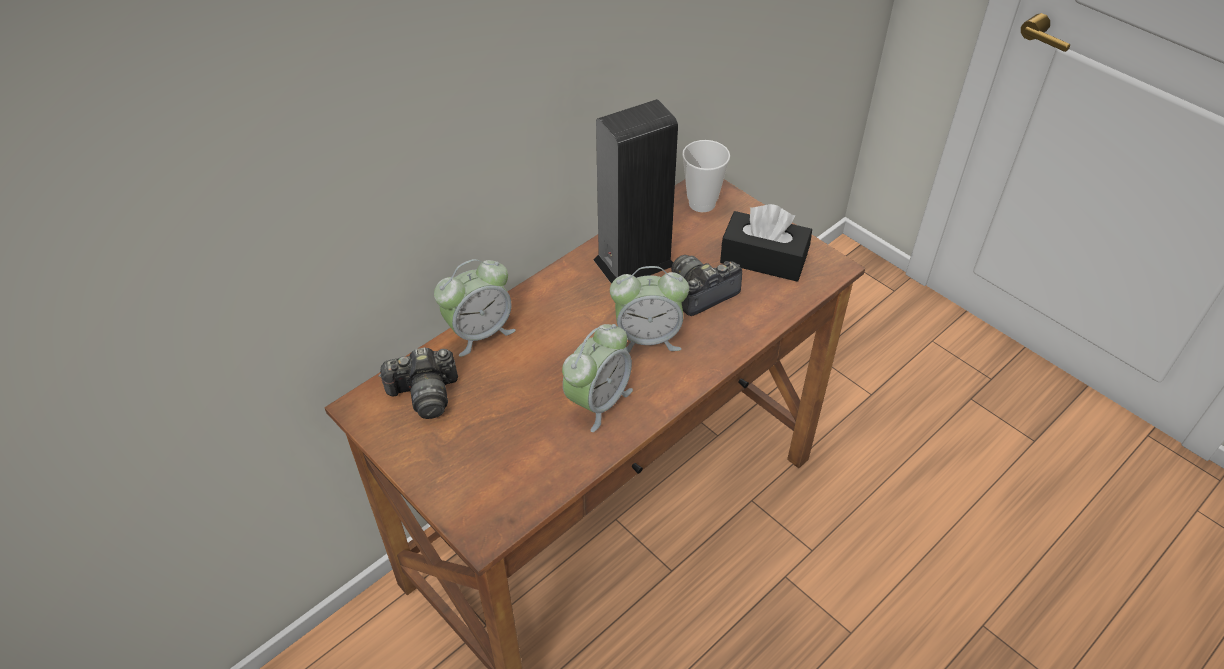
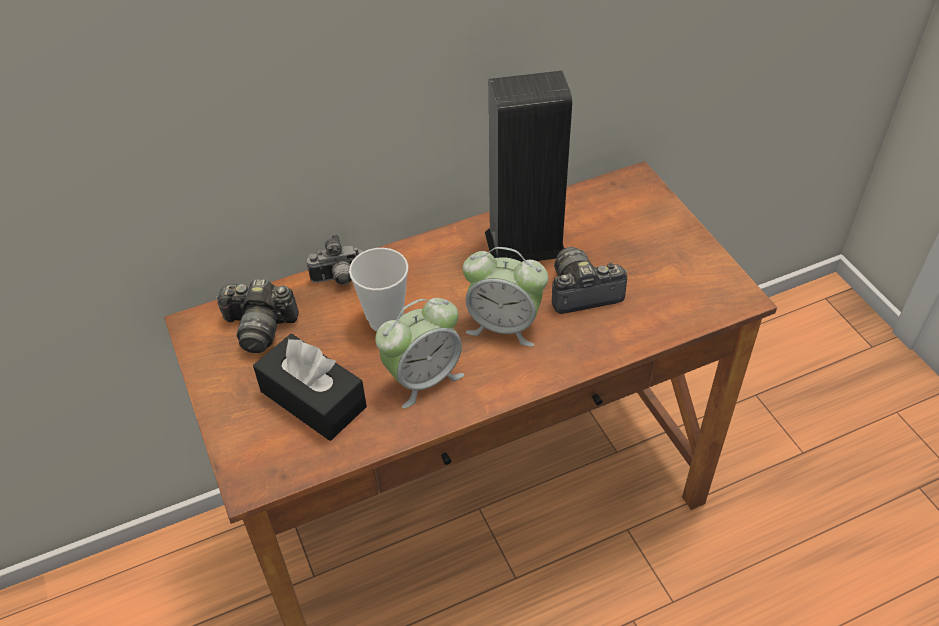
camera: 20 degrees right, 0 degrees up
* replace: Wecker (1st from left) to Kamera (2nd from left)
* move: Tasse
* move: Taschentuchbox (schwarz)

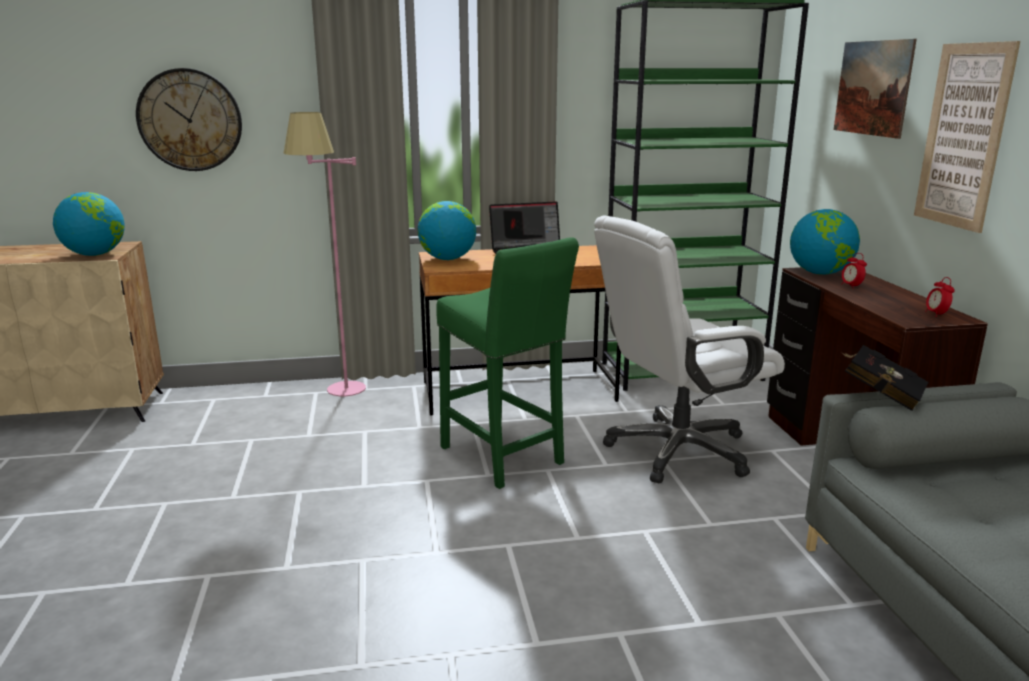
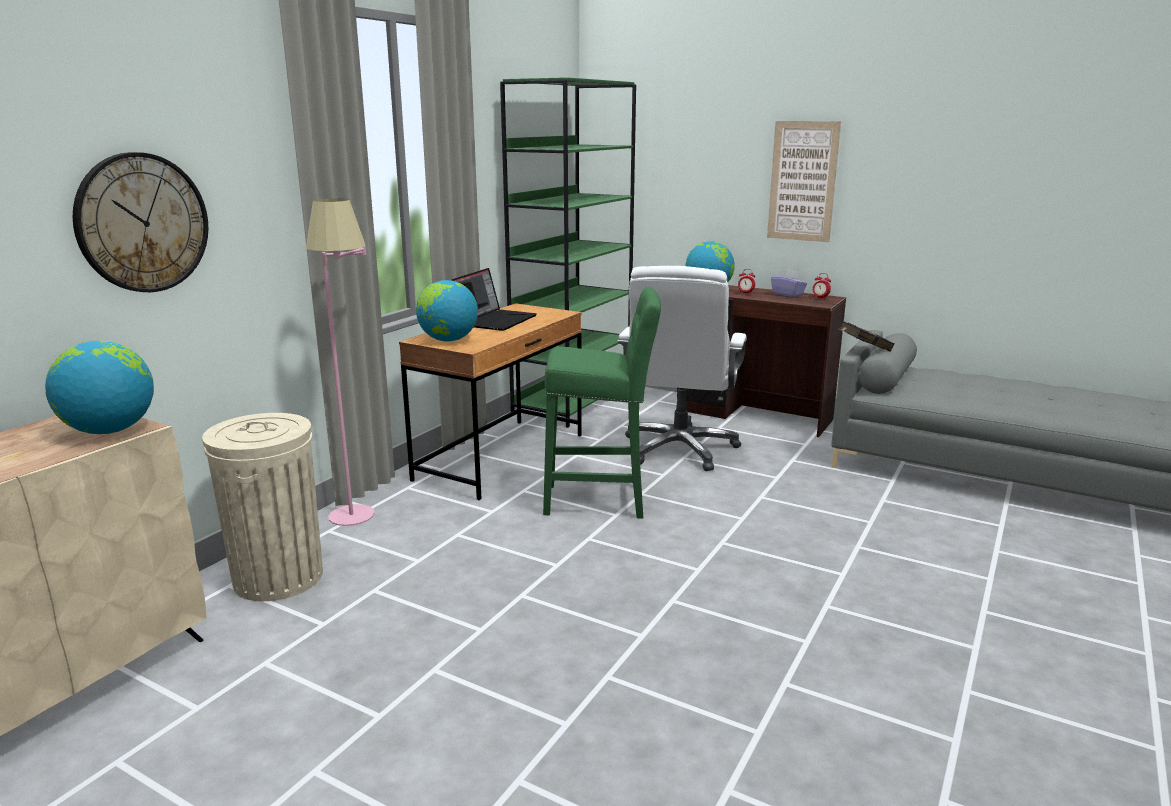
camera: 50 degrees left, 0 degrees up
* delete: Bild (1st from left)
* insert: Mülleimer (beige)
* insert: Taschentuchbox (lila)

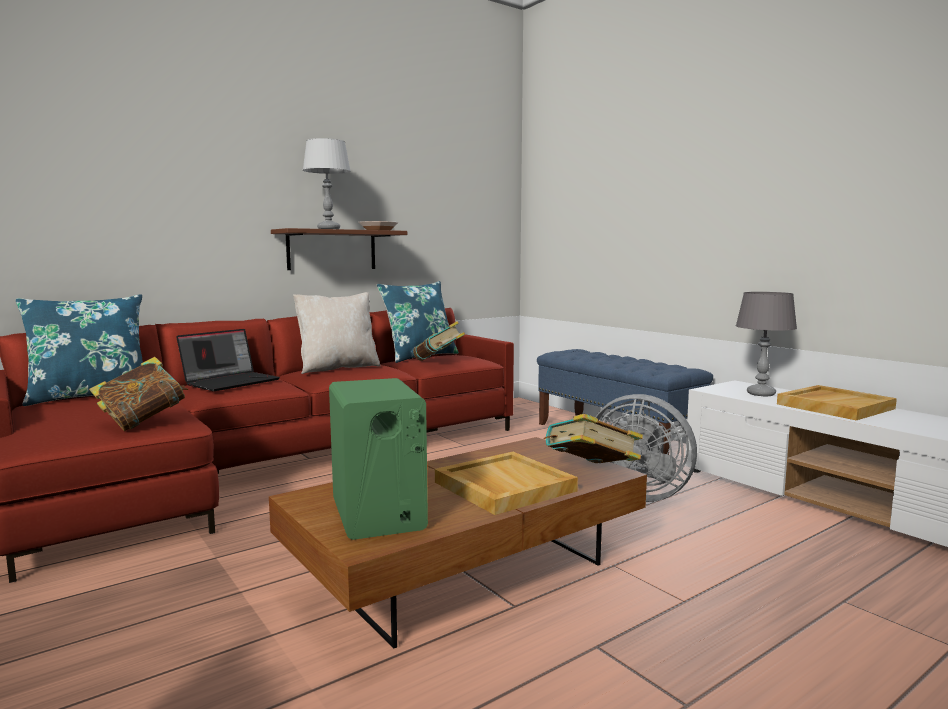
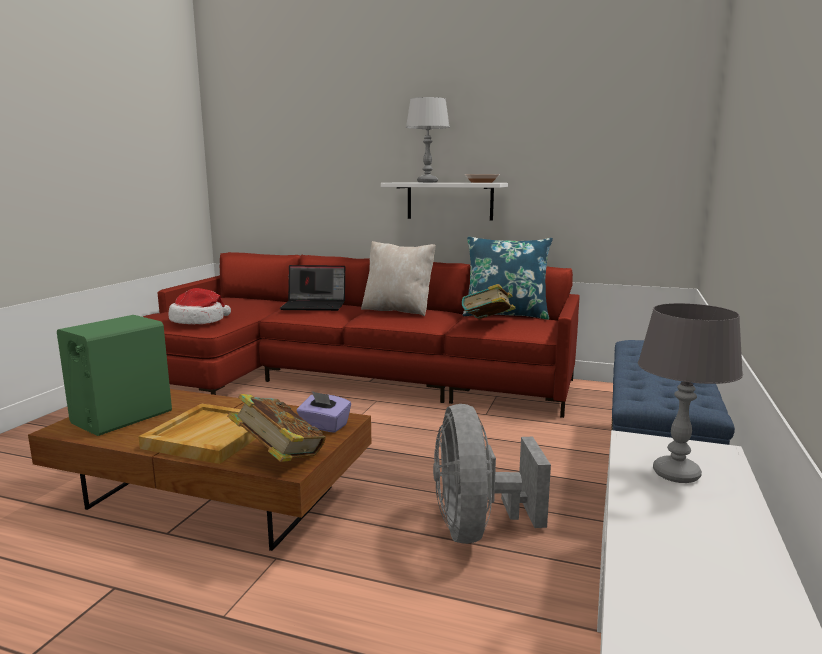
camera: 55 degrees right, 5 degrees up
* delete: Kissen (blau) (1st from left)
* replace: Buch (1st from left) to Hut
* recolor: Wandregal (braun) to Wandregal (weiß)
* delete: Tablett (beige) (2nd from left)
* insert: Taschentuchbox (lila)

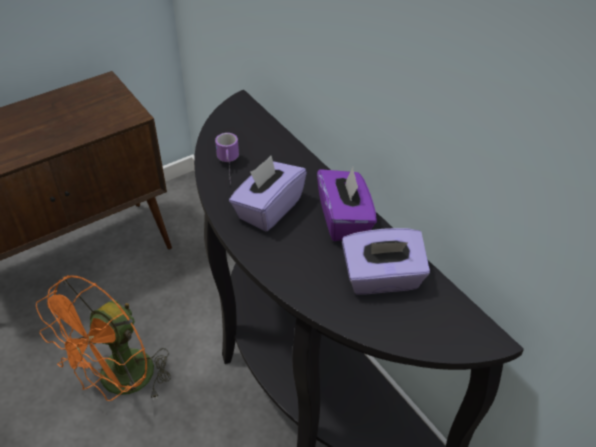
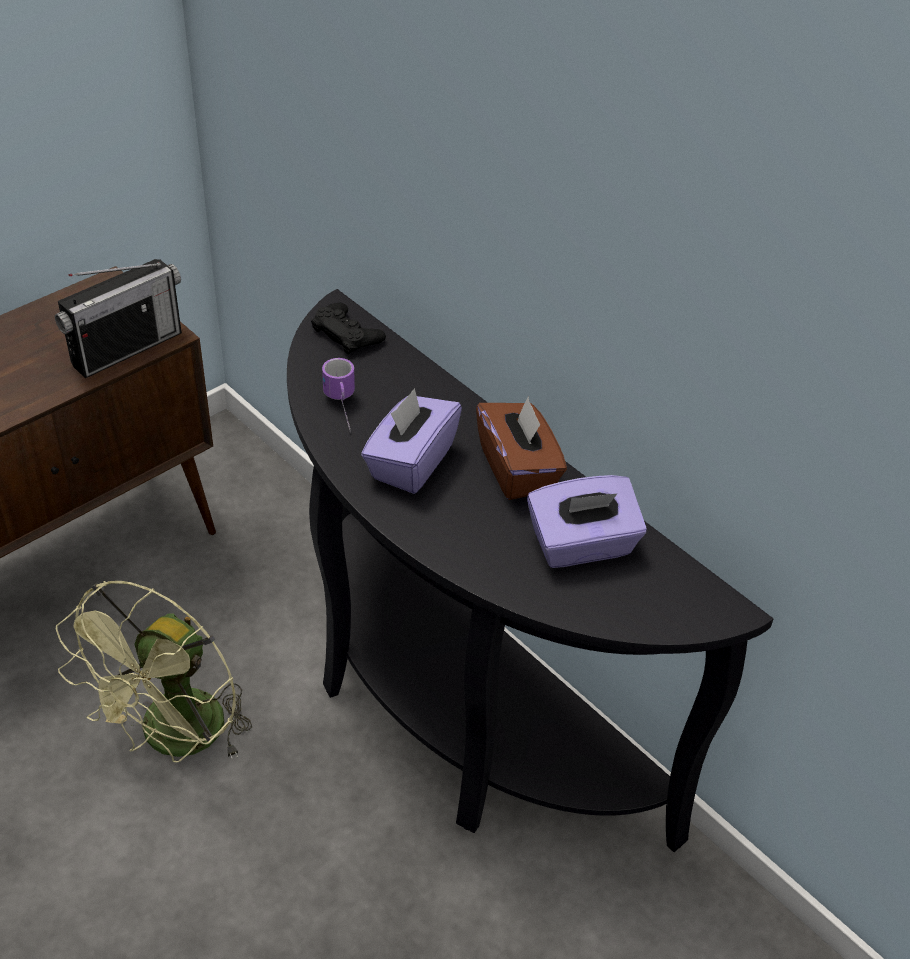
camera: 10 degrees left, 0 degrees up
* recolor: Ventilator (orange) to Ventilator (grün)
* recolor: Taschentuchbox (lila) (2nd from left) to Taschentuchbox (braun)
* insert: Radio
* insert: Gamepad (schwarz)

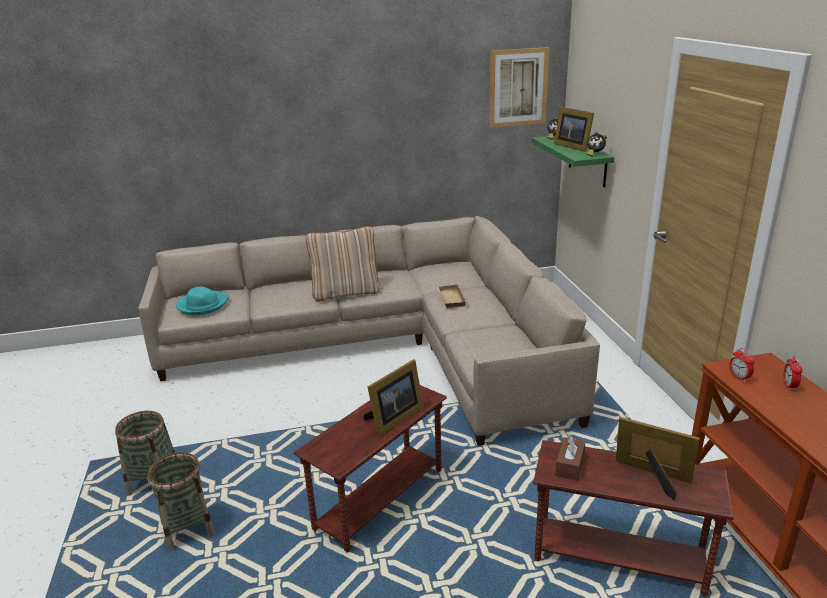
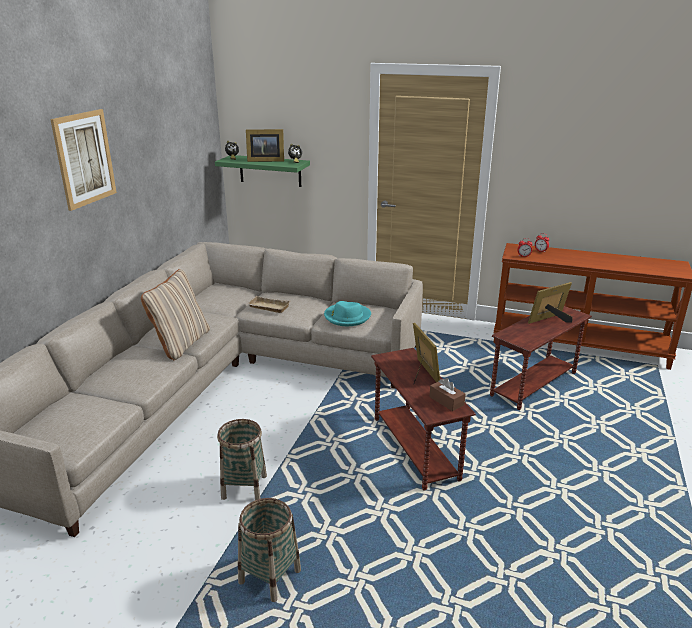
camera: 60 degrees left, 0 degrees up
* move: Korb (2nd from left in the first image) to Korb (1st from left)
* move: Hut (türkis)
* move: Bild
* move: Taschentuchbox (braun)

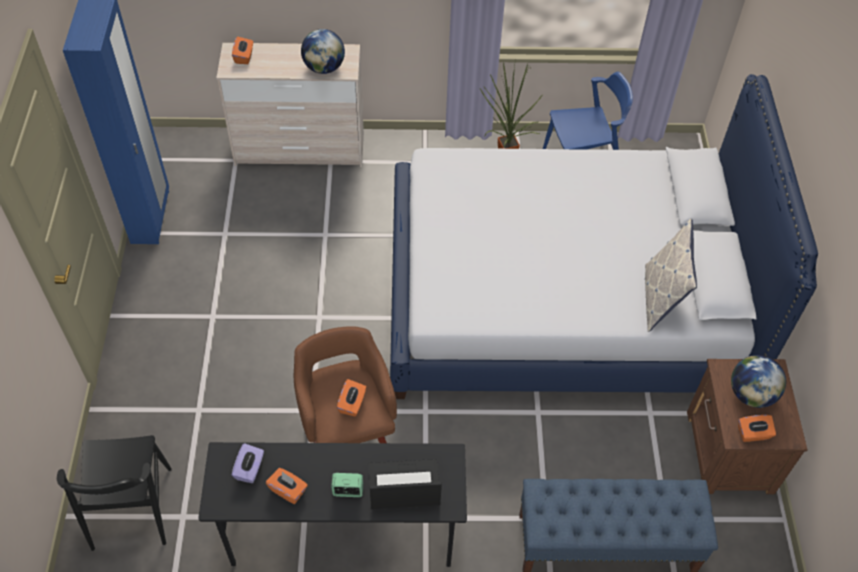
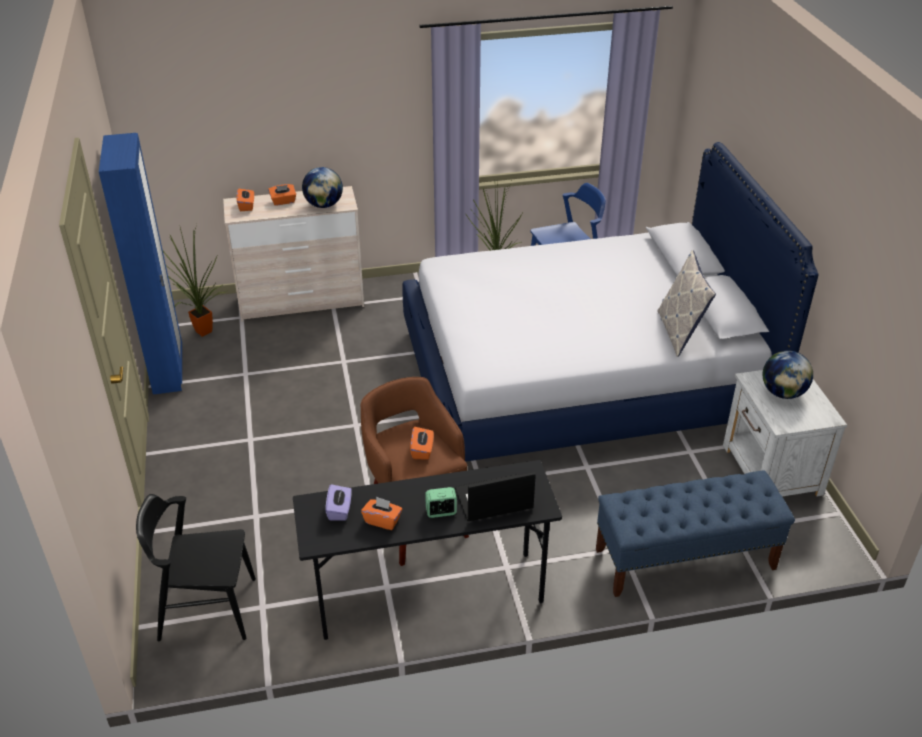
camera: 10 degrees left, 15 degrees down
* rotate: Stuhl (schwarz) 105 degrees clockwise
* recolor: Nachttisch (braun) to Nachttisch (weiß)
* move: Taschentuchbox (orange) (4th from left in the first image) to Taschentuchbox (orange) (2nd from left)
* insert: Topfpflanze (1st from left)

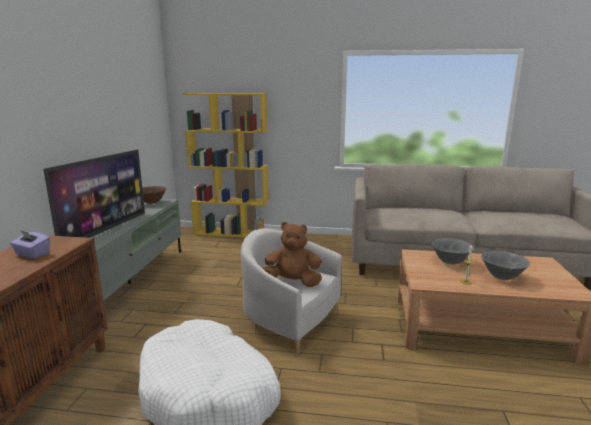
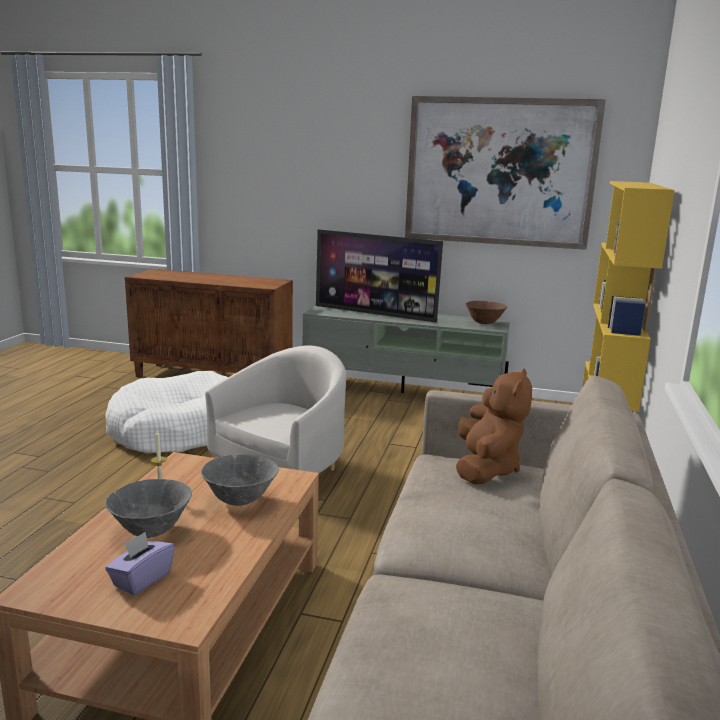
camera: 95 degrees right, 0 degrees up
* move: Taschentuchbox (lila)
* move: Plüschtier (braun)
* insert: Bild

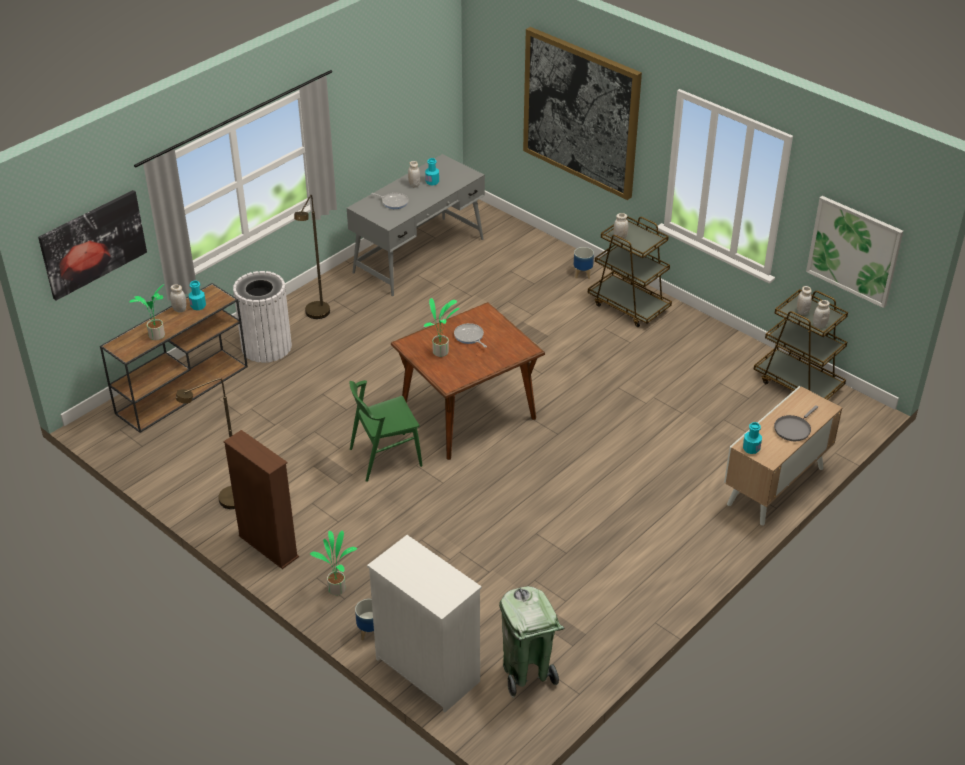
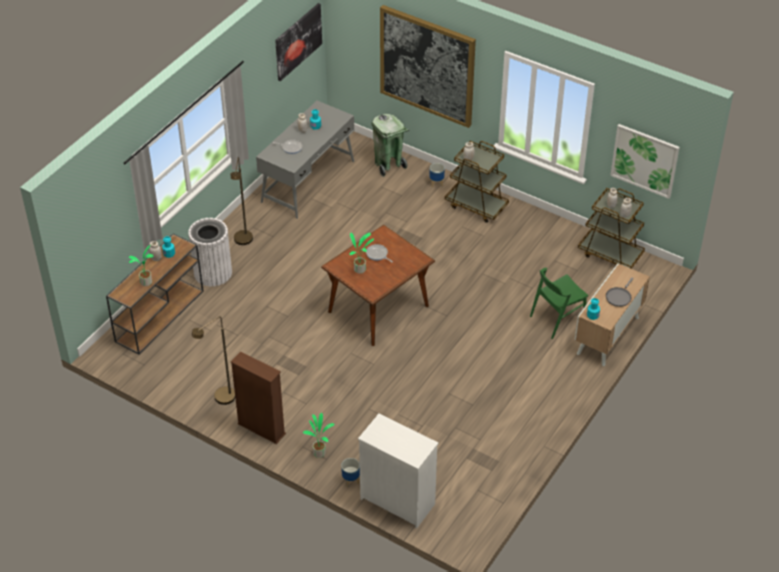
camera: 10 degrees left, 5 degrees up
* move: Bild (1st from left)
* move: Stuhl (grün)
* move: Mülleimer (grün)

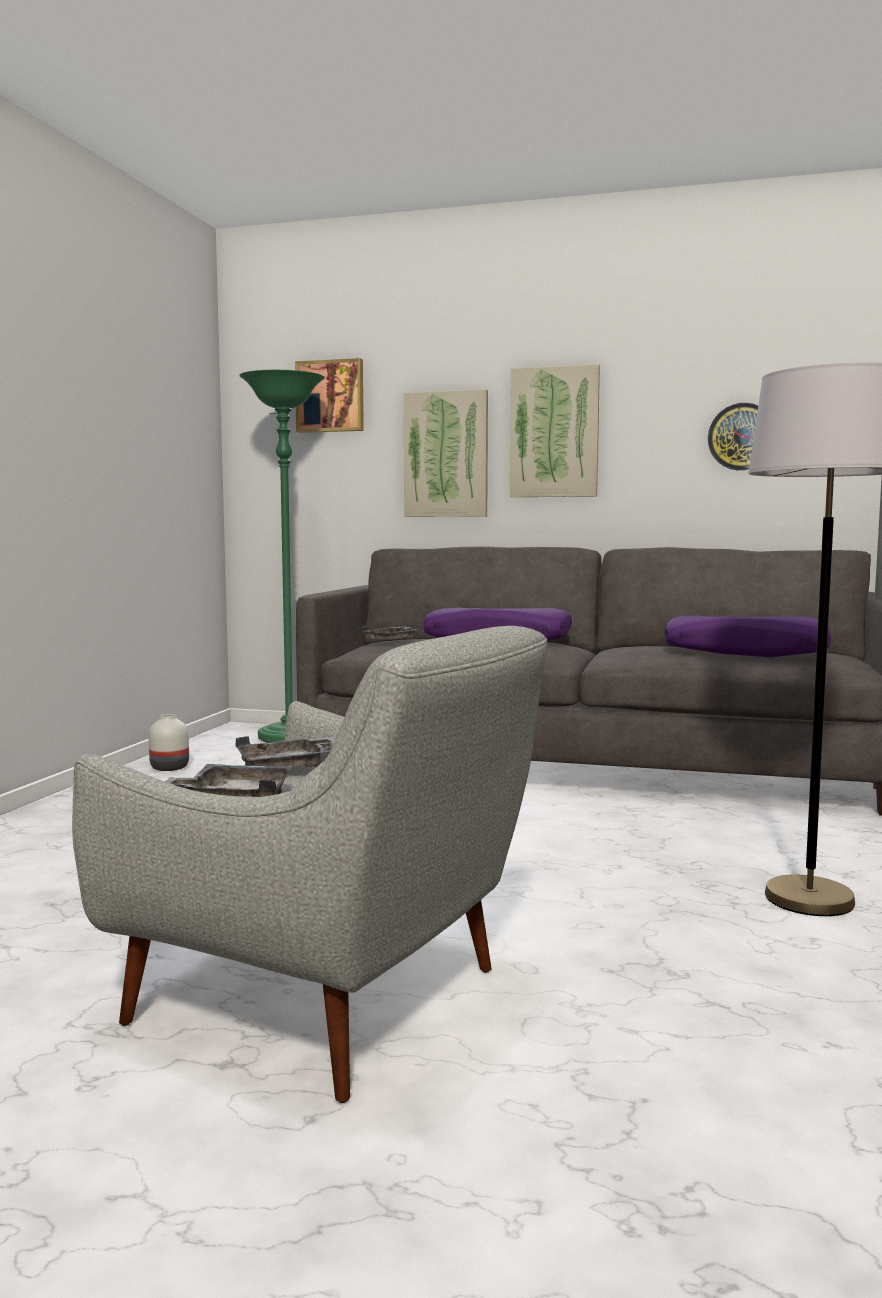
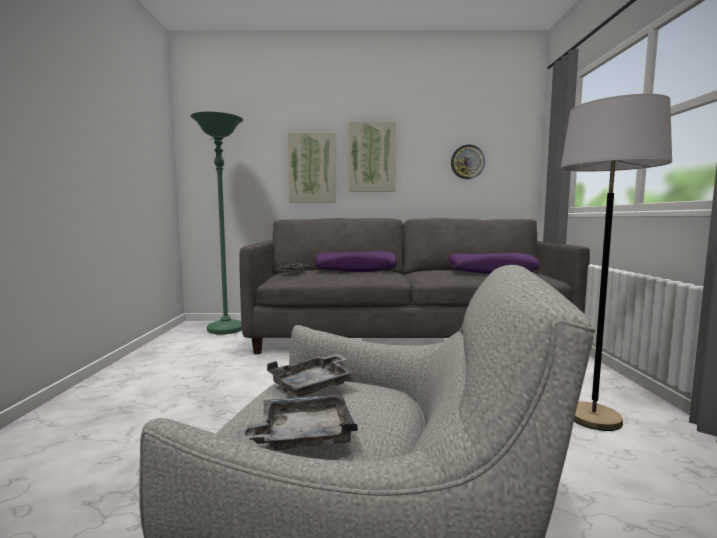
camera: 15 degrees left, 0 degrees up
* delete: Vase (weiß)
* delete: Bild (1st from left)

